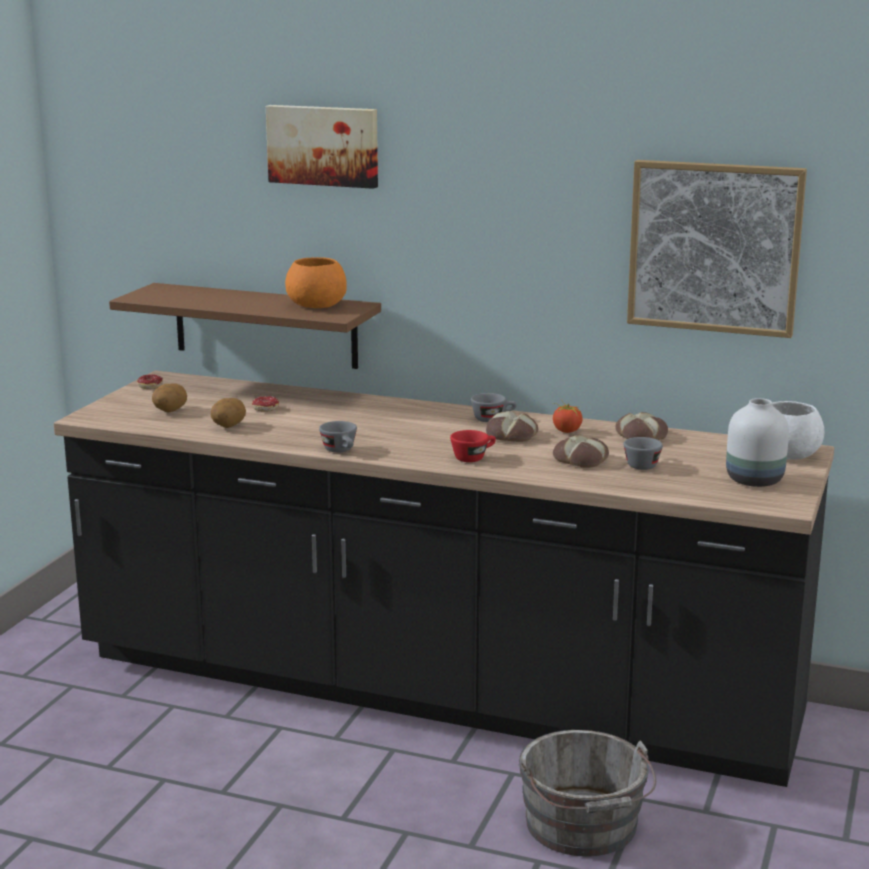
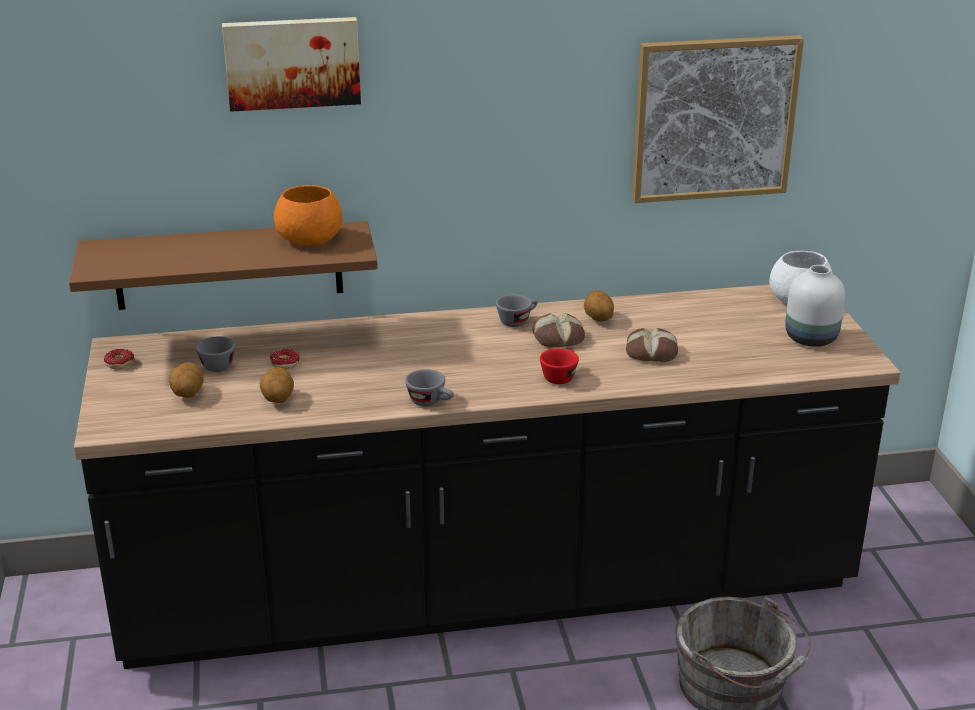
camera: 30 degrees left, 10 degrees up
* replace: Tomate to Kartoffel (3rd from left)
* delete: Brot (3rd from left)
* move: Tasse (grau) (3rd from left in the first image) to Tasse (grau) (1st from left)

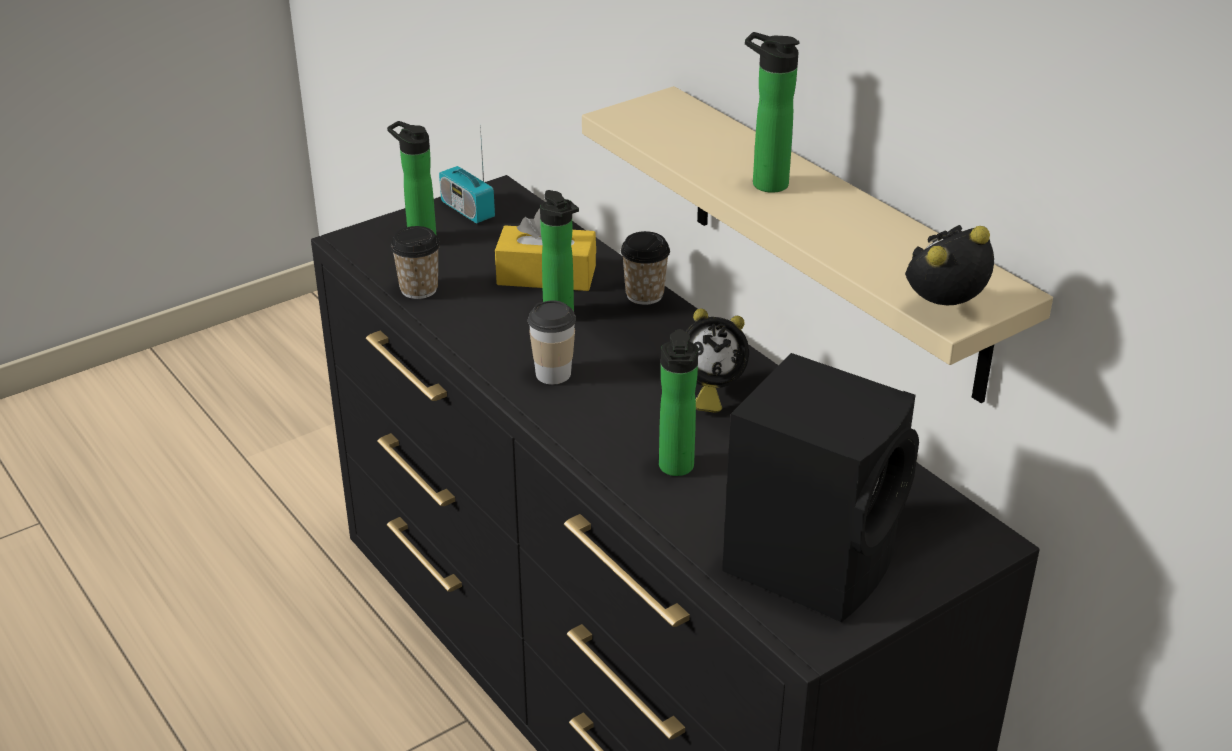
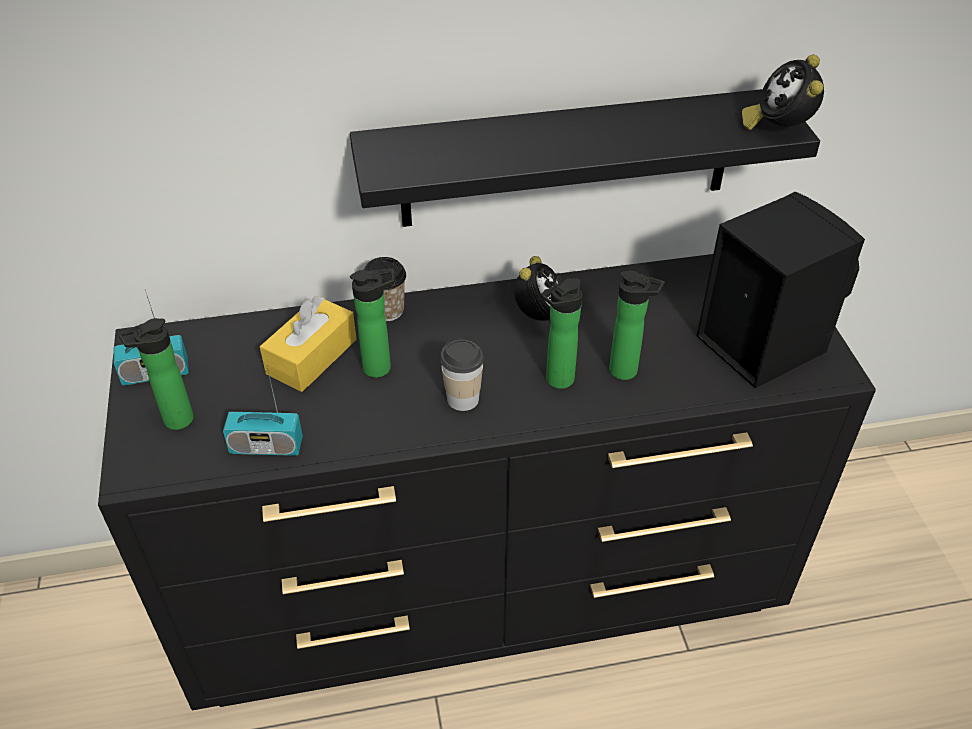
camera: 65 degrees left, 10 degrees up
* replace: Tasse (1st from left) to Radio (2nd from left)
* recolor: Wandregal (beige) to Wandregal (schwarz)
* move: Flasche (4th from left in the first image) to Flasche (3rd from left)

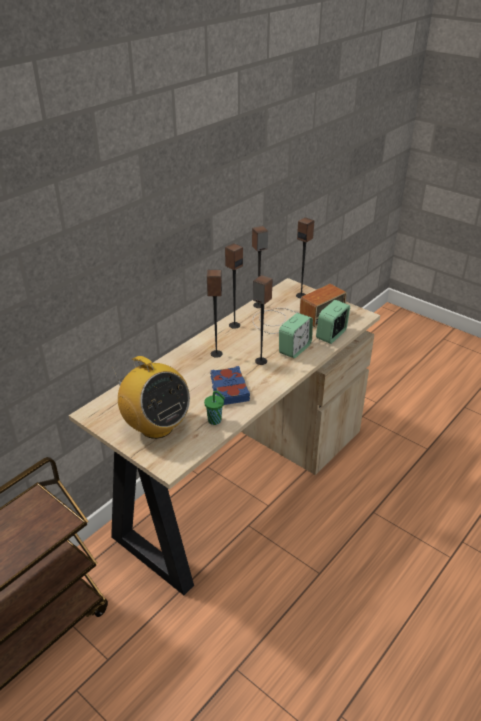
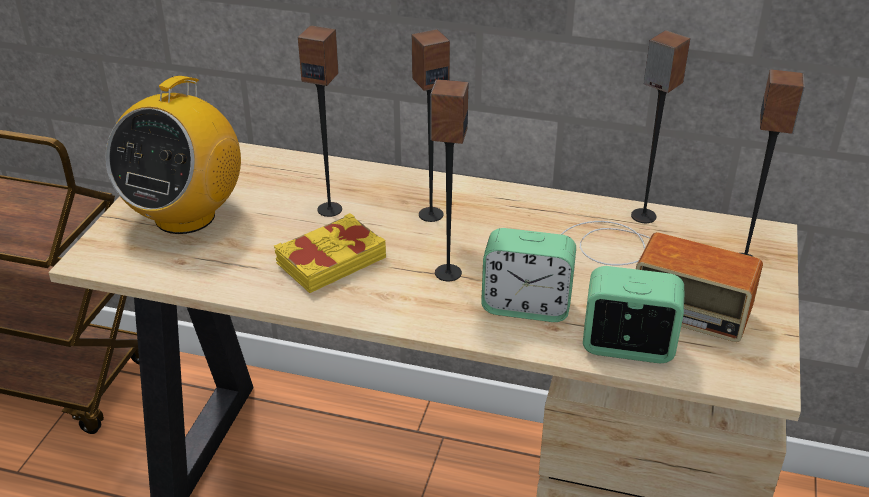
camera: 65 degrees right, 0 degrees up
* delete: Tasse (grün)
* recolor: Buch (blau) to Buch (gelb)
* move: Lautsprecher (2nd from left in the first image) to Lautsprecher (1st from left)

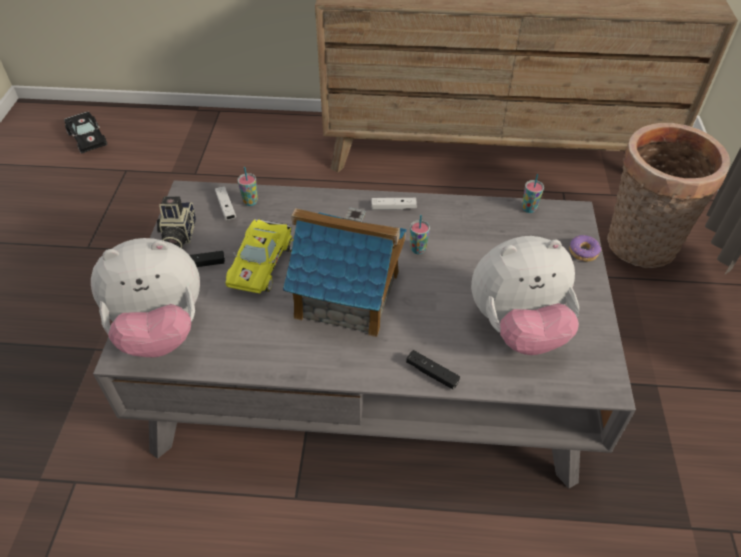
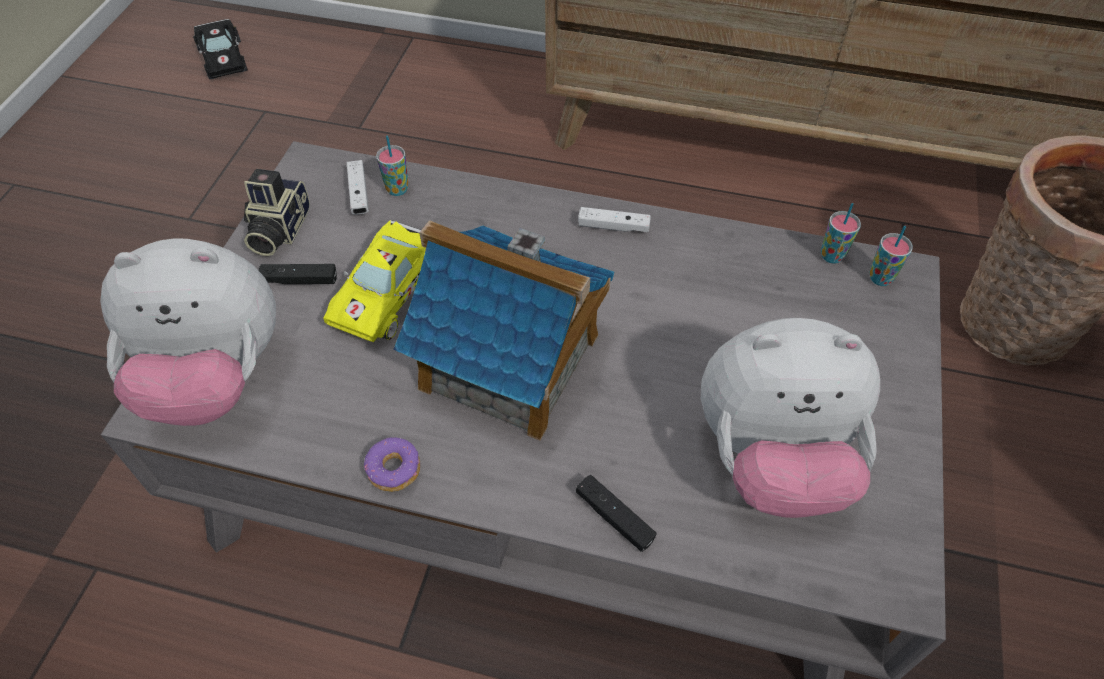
camera: 10 degrees right, 5 degrees up
* move: Tasse (2nd from left in the first image) to Tasse (3rd from left)
* move: Donut

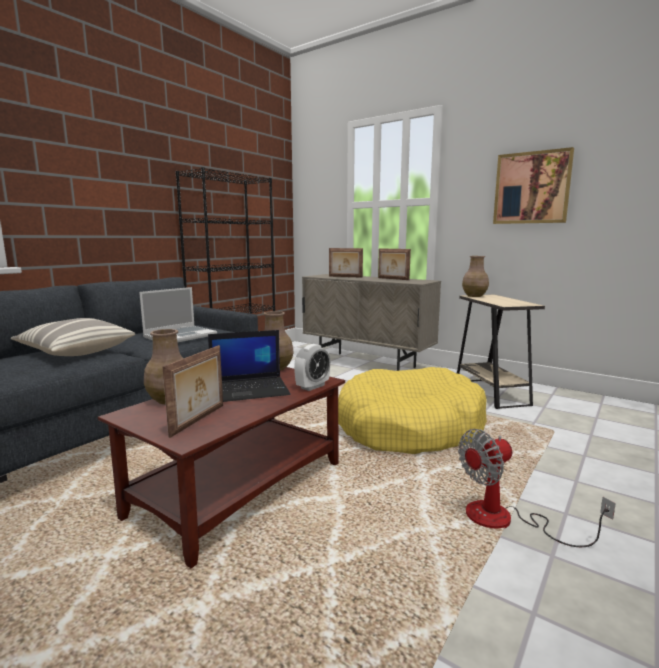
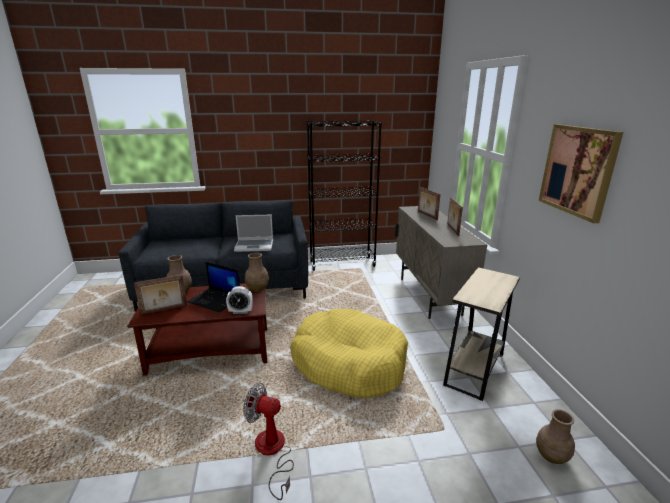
camera: 45 degrees right, 10 degrees up
* delete: Kissen
* move: Vase (braun) (3rd from left)

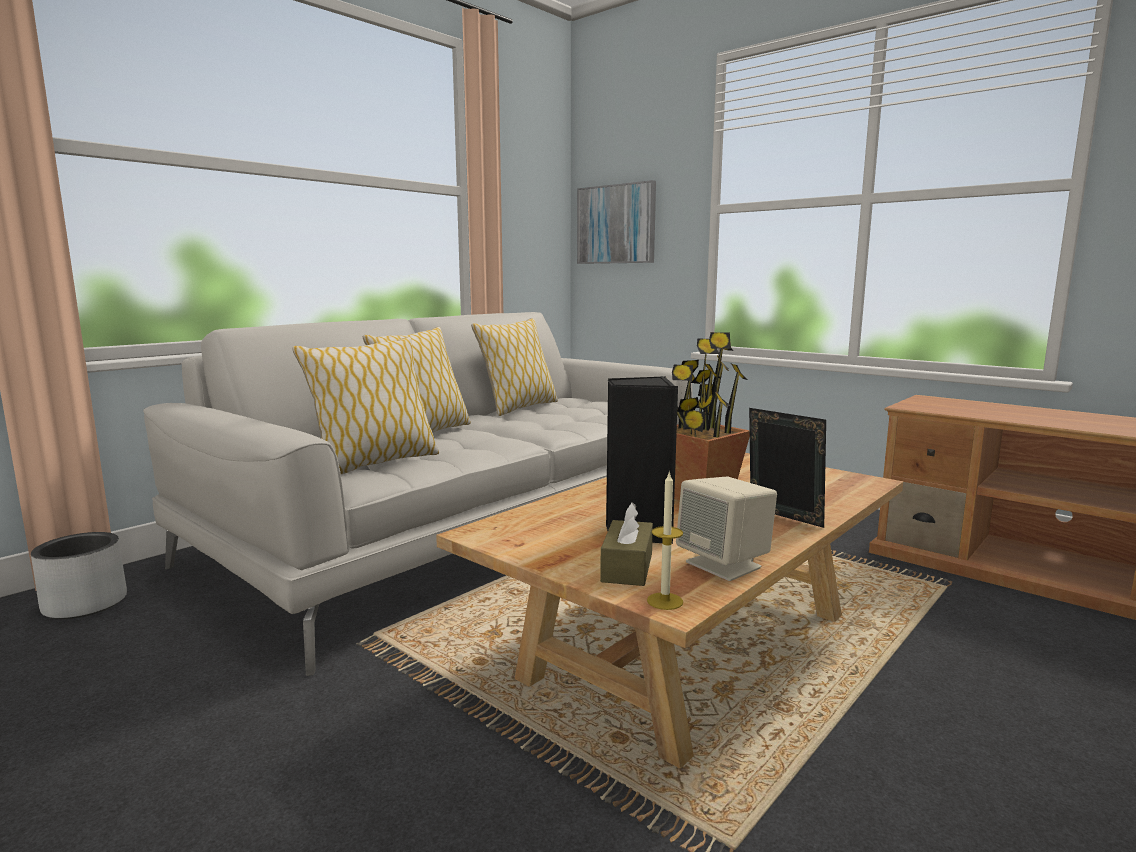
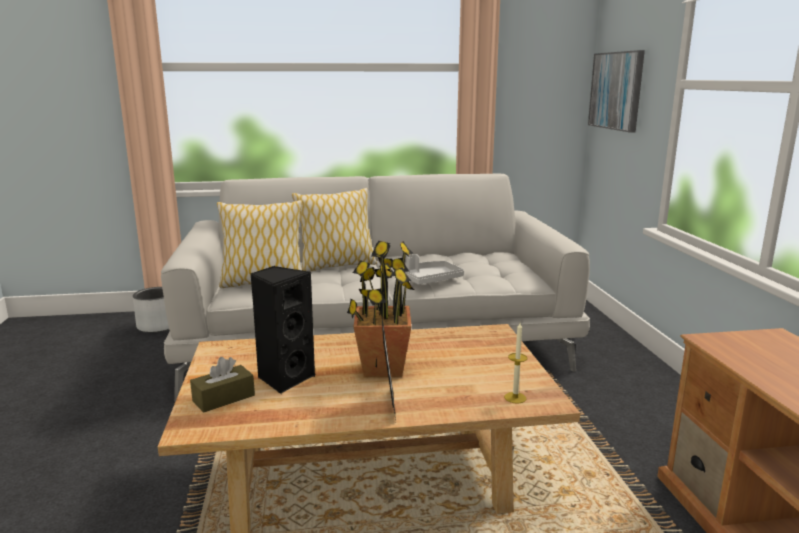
camera: 40 degrees right, 5 degrees up
* delete: Kissen (3rd from left)
* move: Kerze
* delete: Lautsprecher (beige)
* insert: Tablett (grau)

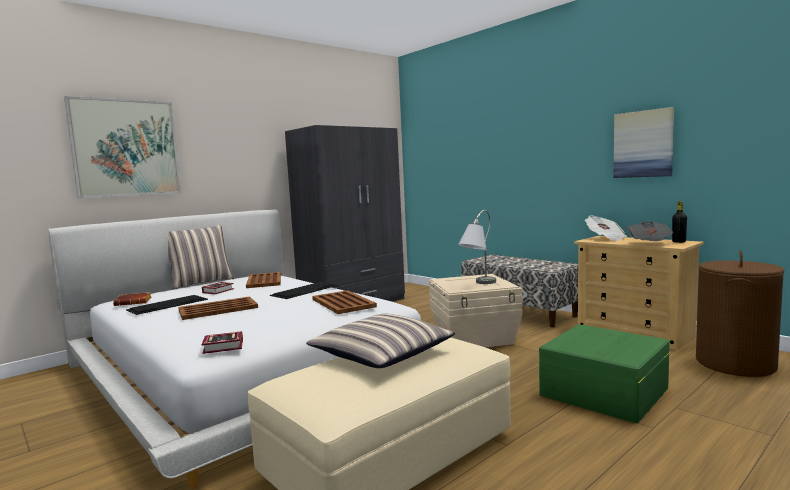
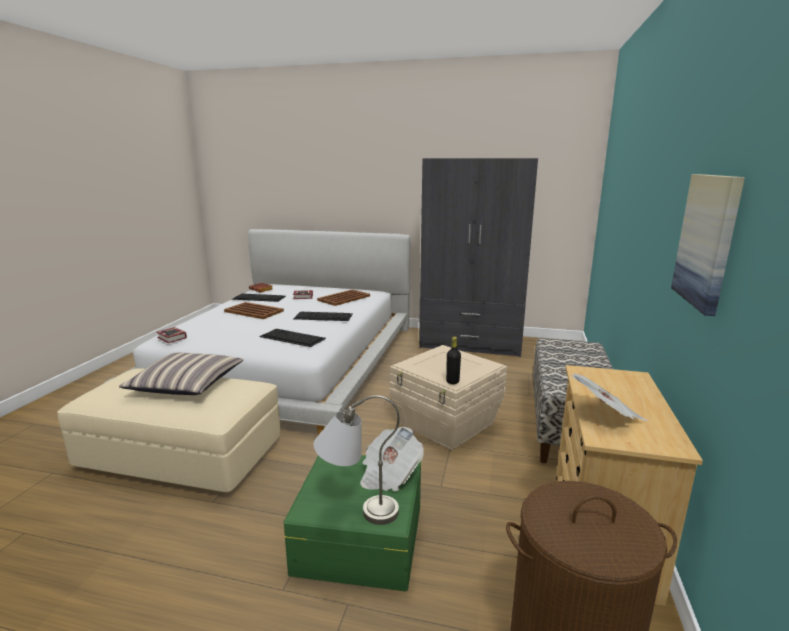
camera: 55 degrees right, 10 degrees up
* delete: Bild (1st from left)
* delete: Kissen (1st from left)
* replace: Tablett (braun) (3rd from left) to Tastatur (2nd from left)
* move: Tischlampe (grau)
* move: Zeitung (1st from left)
* move: Flasche (schwarz)

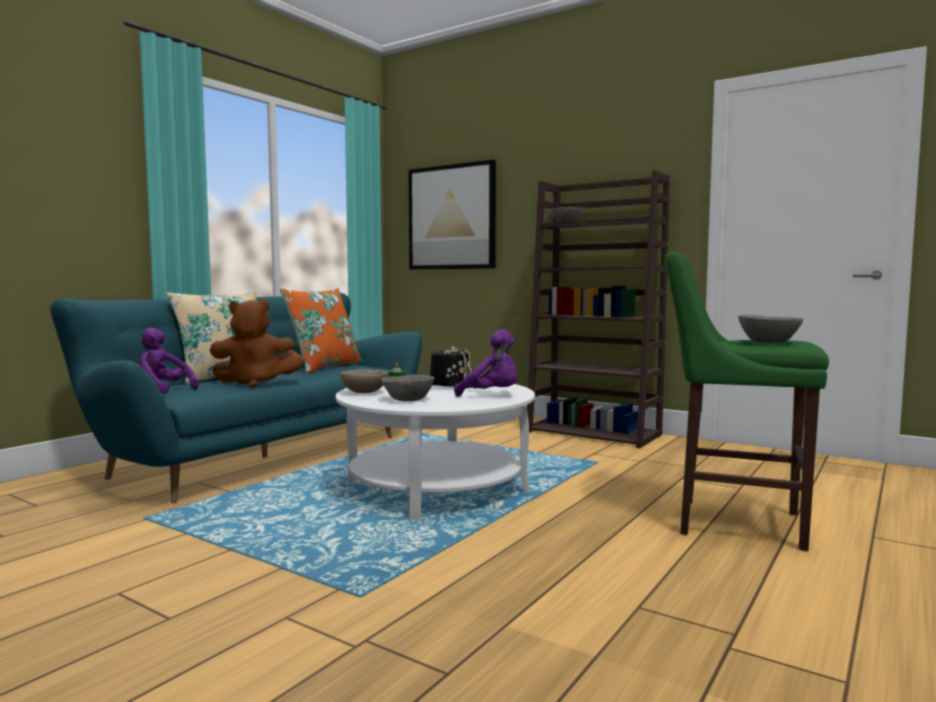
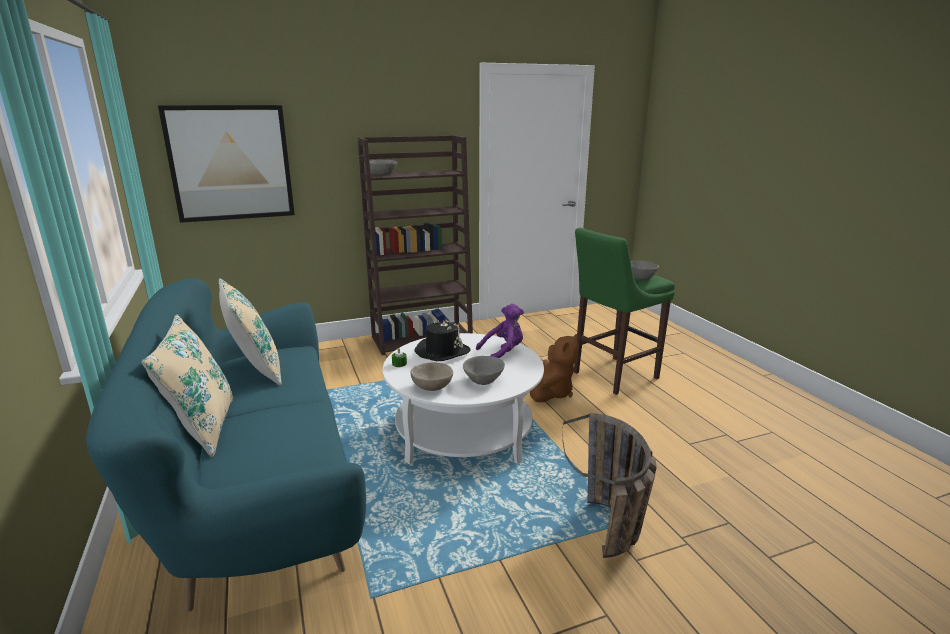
camera: 55 degrees left, 15 degrees up
* delete: Plüschtier (lila) (1st from left)
* move: Plüschtier (braun)
* recolor: Kissen (orange) to Kissen (beige) (2nd from left)
* insert: Korb

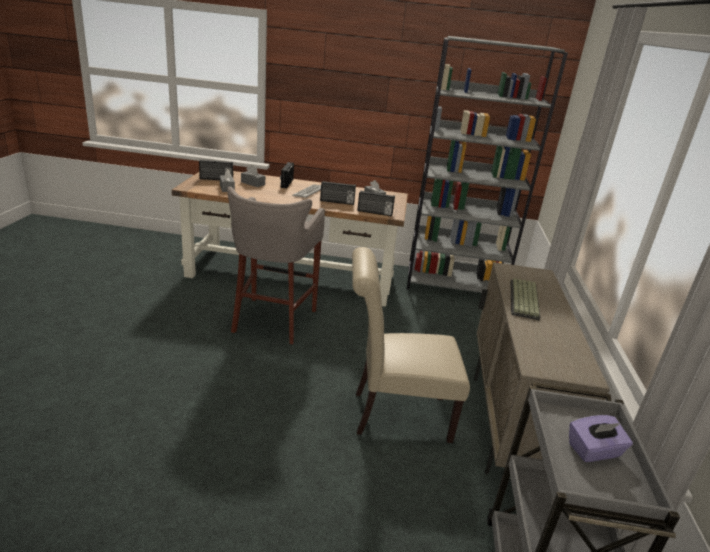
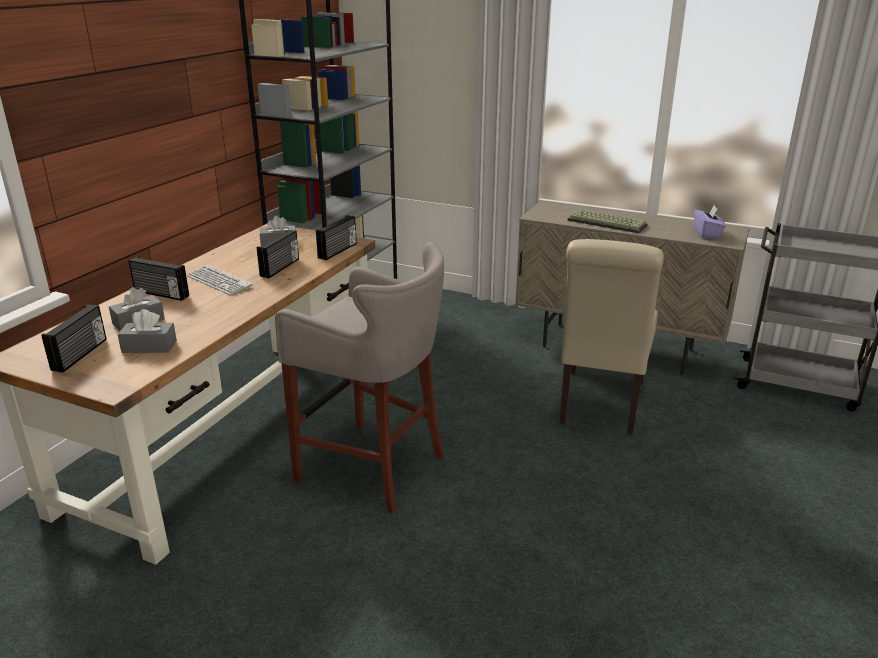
camera: 70 degrees left, 0 degrees up
* move: Taschentuchbox (lila)

